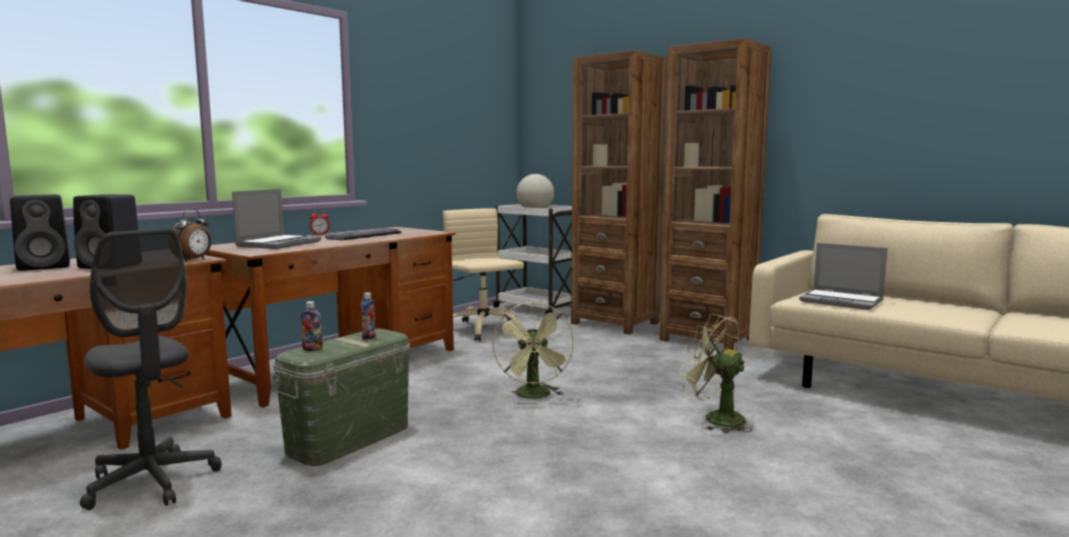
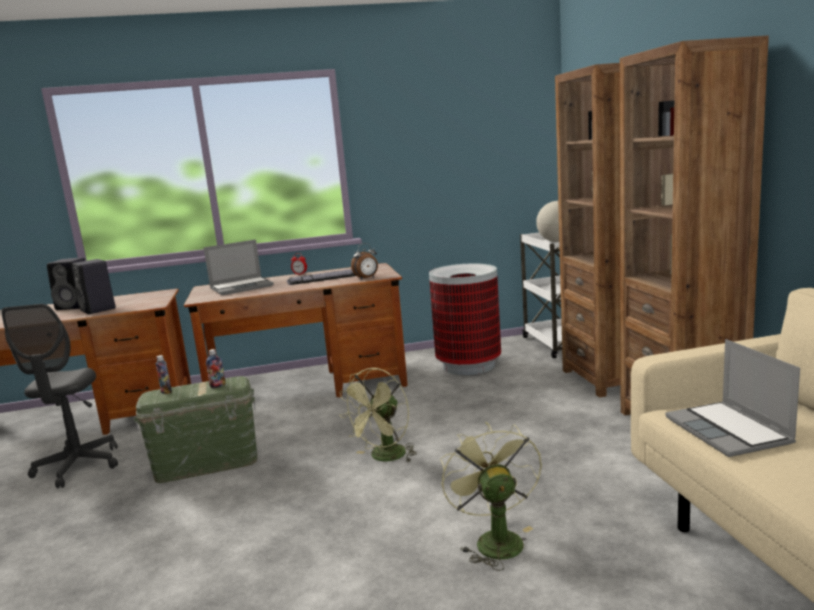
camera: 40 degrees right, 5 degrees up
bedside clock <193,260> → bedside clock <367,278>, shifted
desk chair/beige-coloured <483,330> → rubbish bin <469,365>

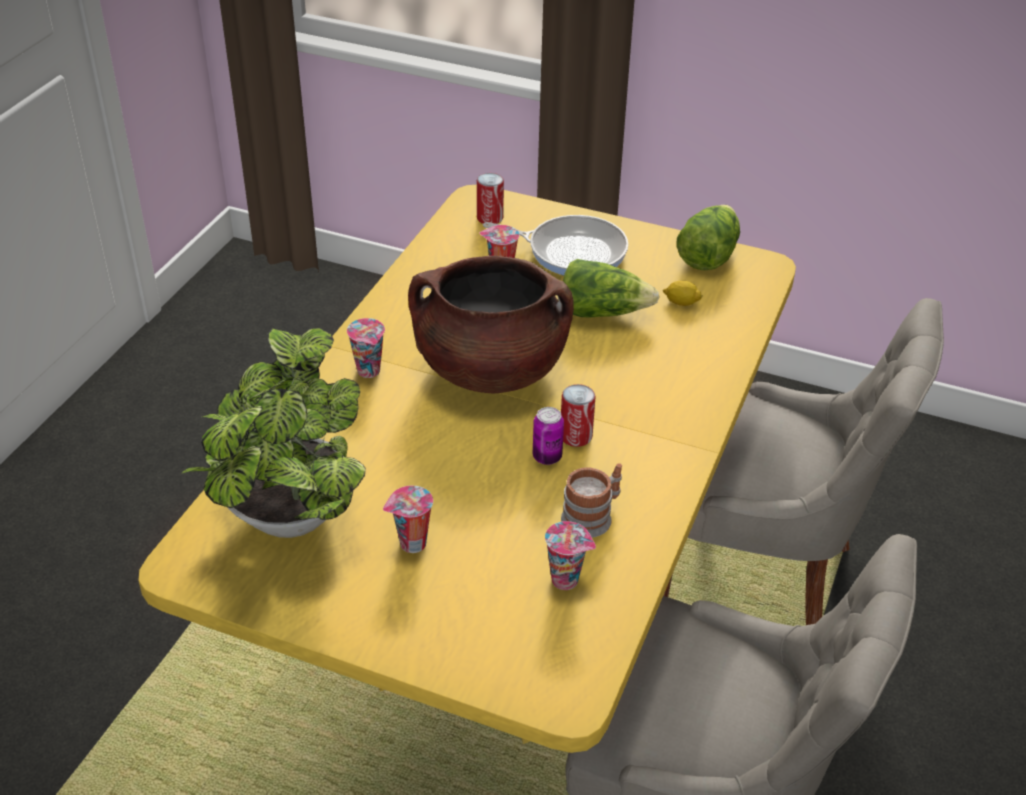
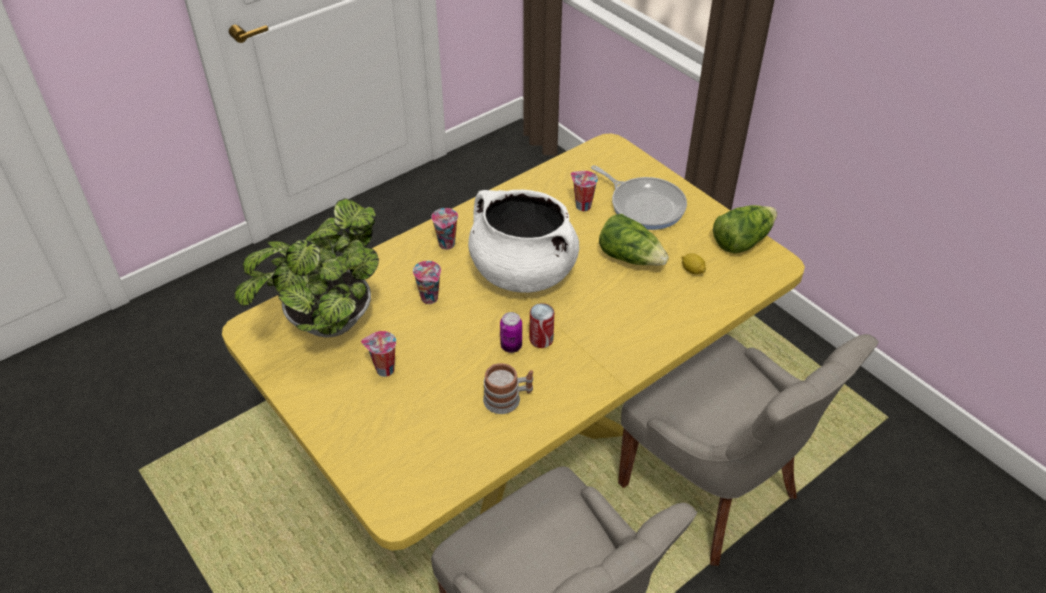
camera: 30 degrees right, 5 degrees up
stockpot/brown <490,370> → stockpot/whitish <522,272>
metal can <490,218> → -
drinking cup <567,580> → drinking cup <430,298>, shifted

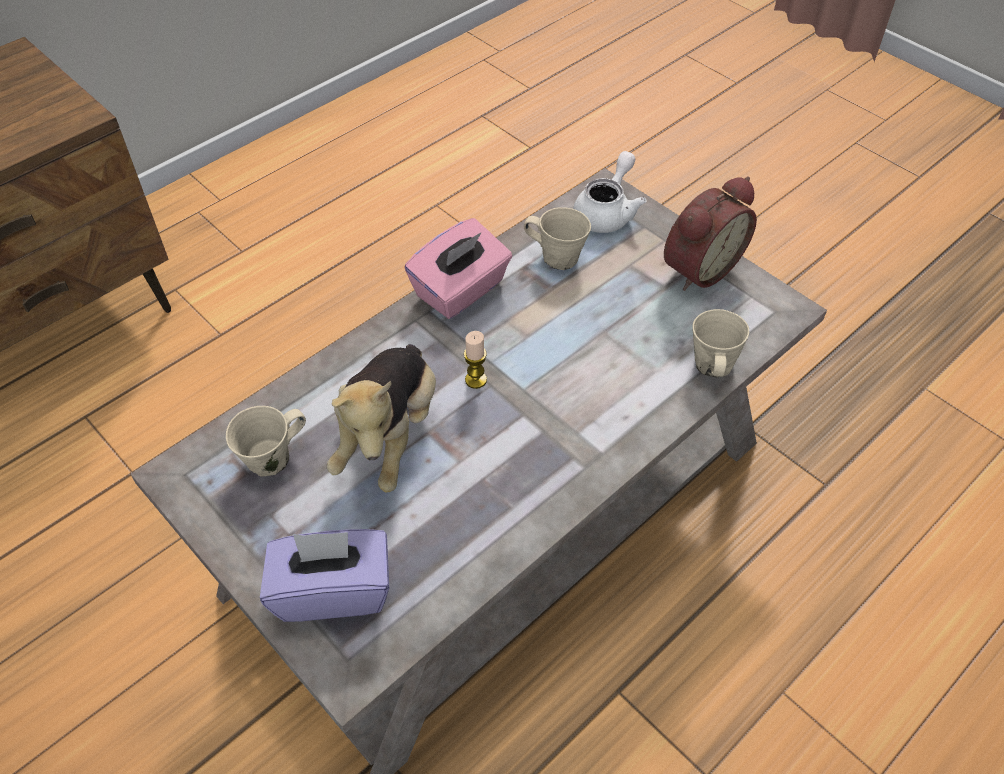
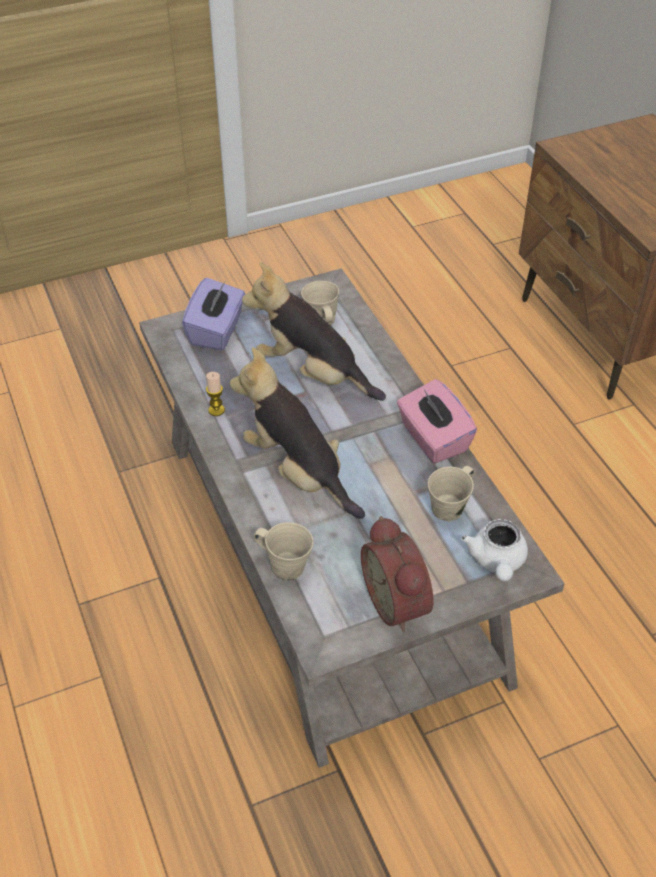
camera: 110 degrees right, 5 degrees down
wax light <476,380> → wax light <216,410>, shifted
teapot/whitish <607,212> → teapot/whitish <496,562>, 45 degrees clockwise
- → cuddly toy <298,472>

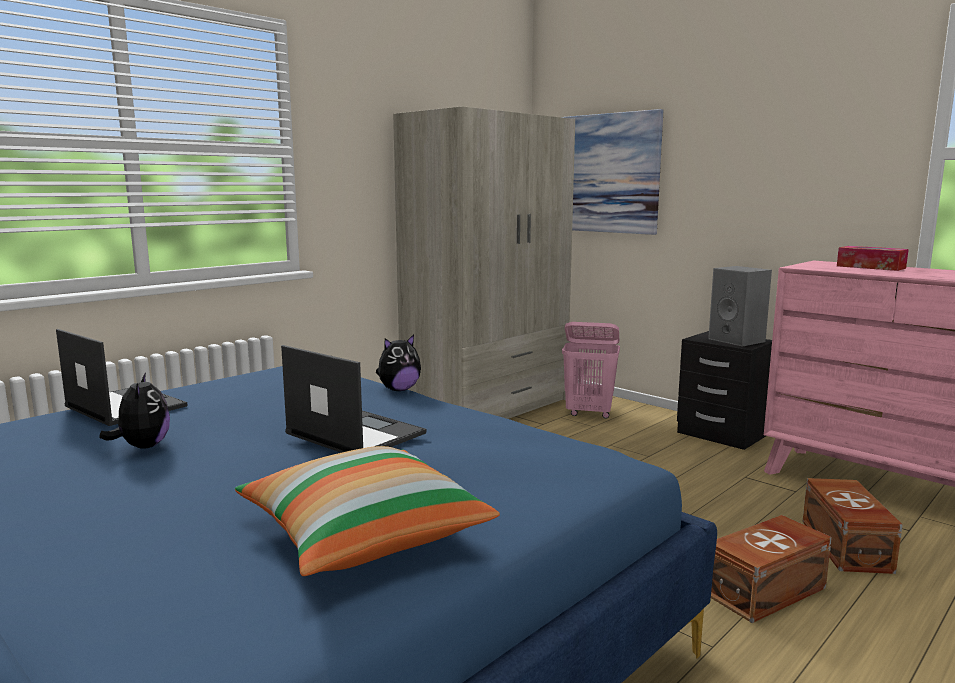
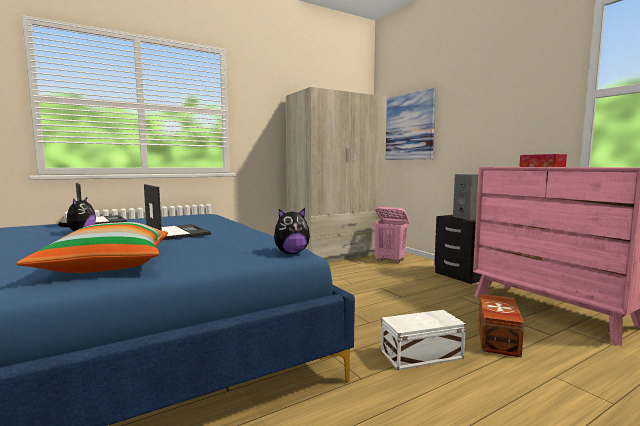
camera: 15 degrees right, 5 degrees down
cuddly toy <398,389> → cuddly toy <291,253>, shifted
storage box/brown <768,591> → storage box/whitish <423,355>

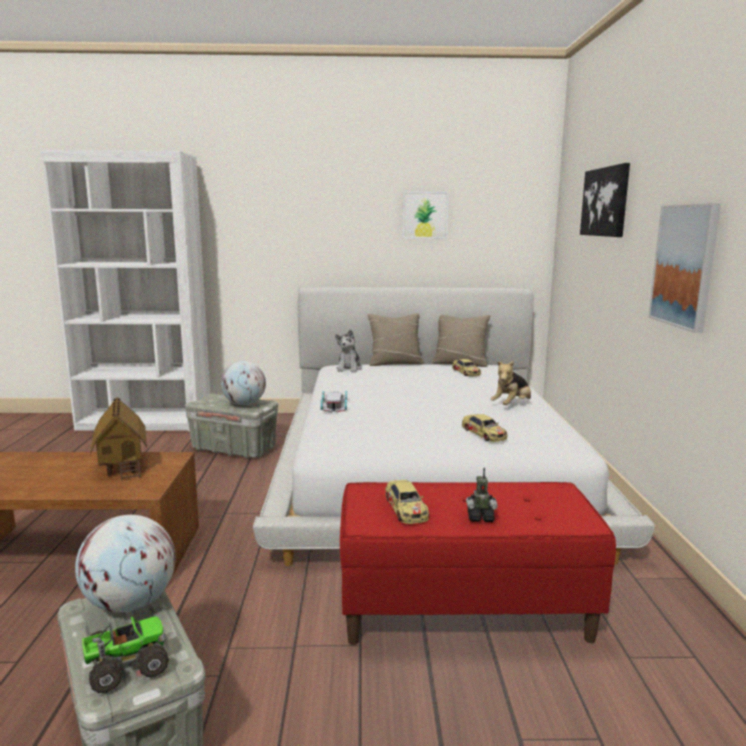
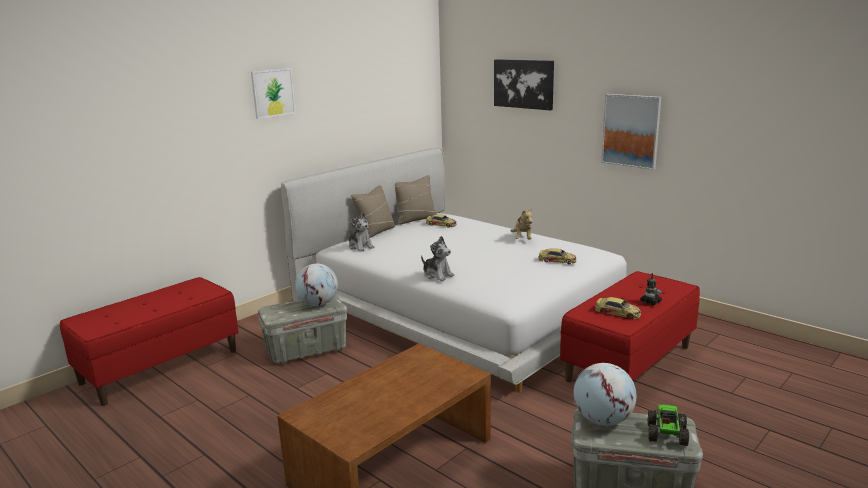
camera: 45 degrees left, 5 degrees up
bookshelf/whitish <146,422> → indoor bench/red-coloured <160,366>
model house <122,465> → -
model car/whitish <335,405> → cuddly toy <437,275>
wall picture <425,215> → wall picture <273,93>, shifted

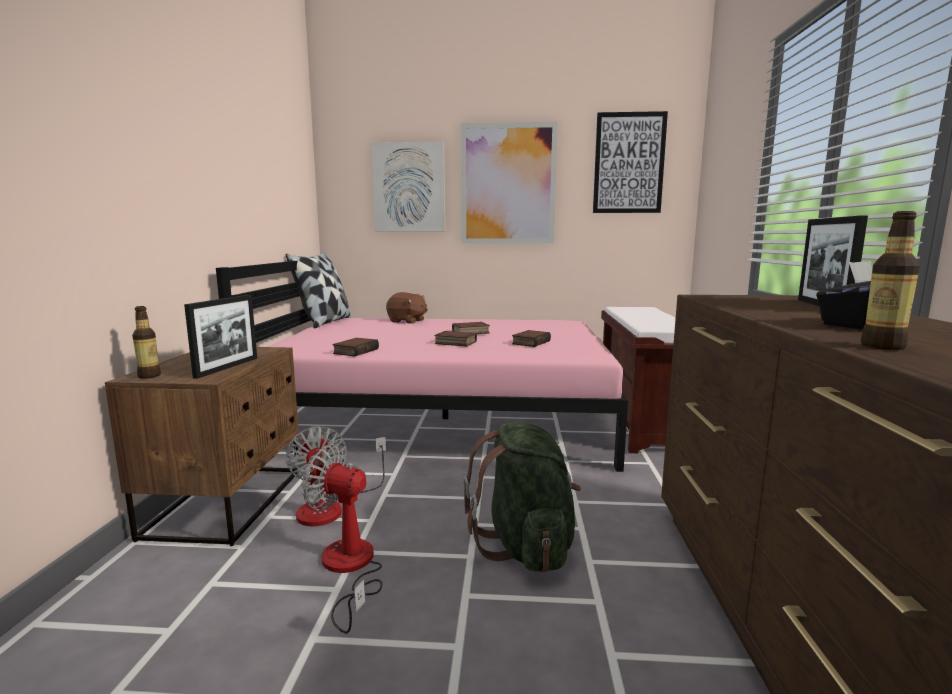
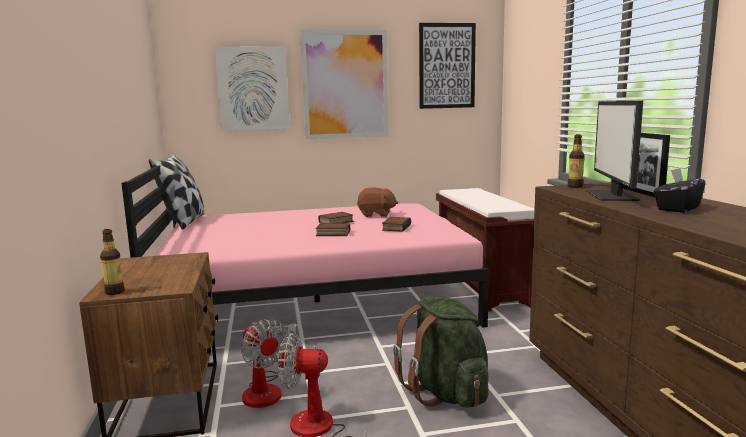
camera: 15 degrees left, 0 degrees up
picture frame <227,367> → -
book <355,351> → -
cuddly toy/brown <407,321> → cuddly toy/brown <376,215>, shifted
drink bottle <882,346> → drink bottle <575,187>, shifted
- → computer screen <613,195>

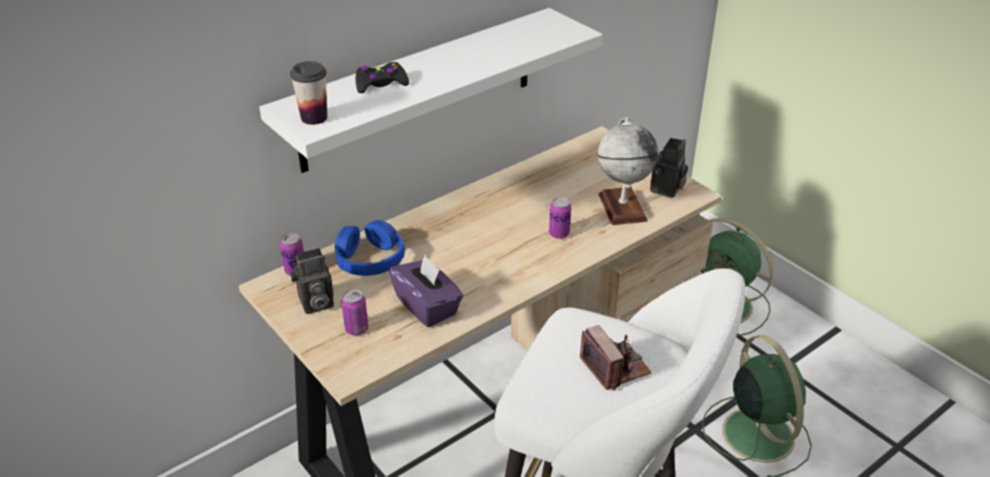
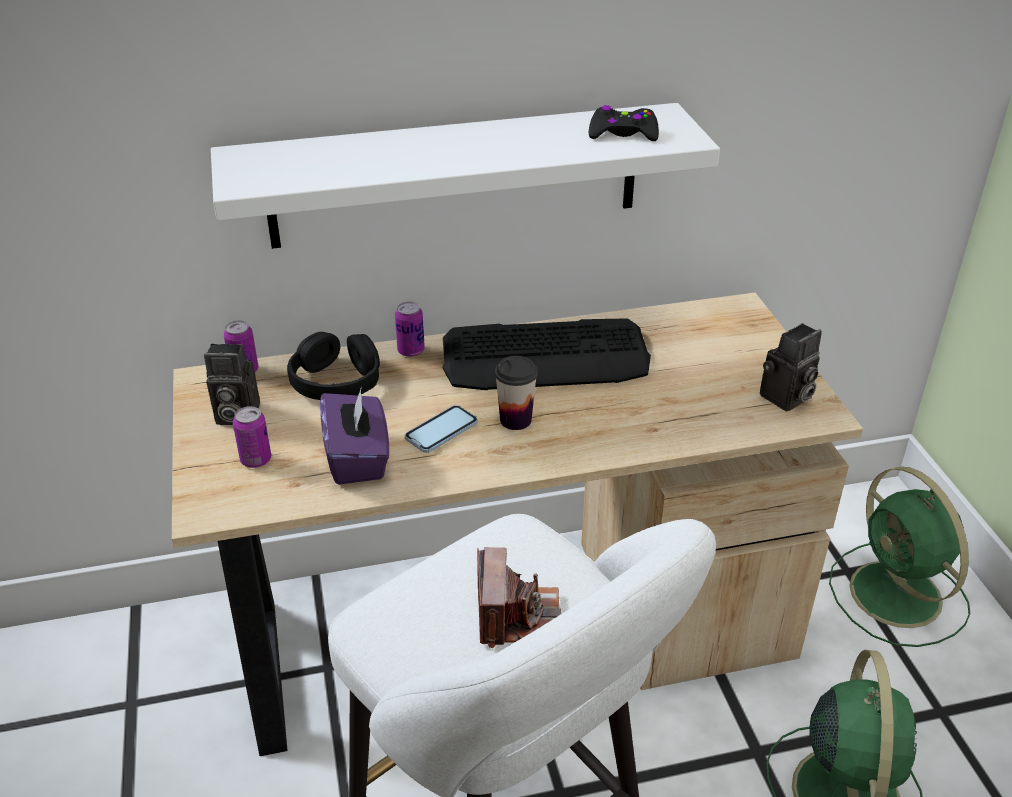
camera: 25 degrees right, 0 degrees up
drinking cup <314,118> → drinking cup <515,420>, shifted
headphones/blue <370,259> → headphones/blackish <336,381>
joypad/blackish <380,84> → joypad/blackish <623,133>, shifted
metal can <559,234> → metal can <411,351>, shifted
desk globe <622,207> → -
- → phone <441,431>
- → computer keyboard <546,357>

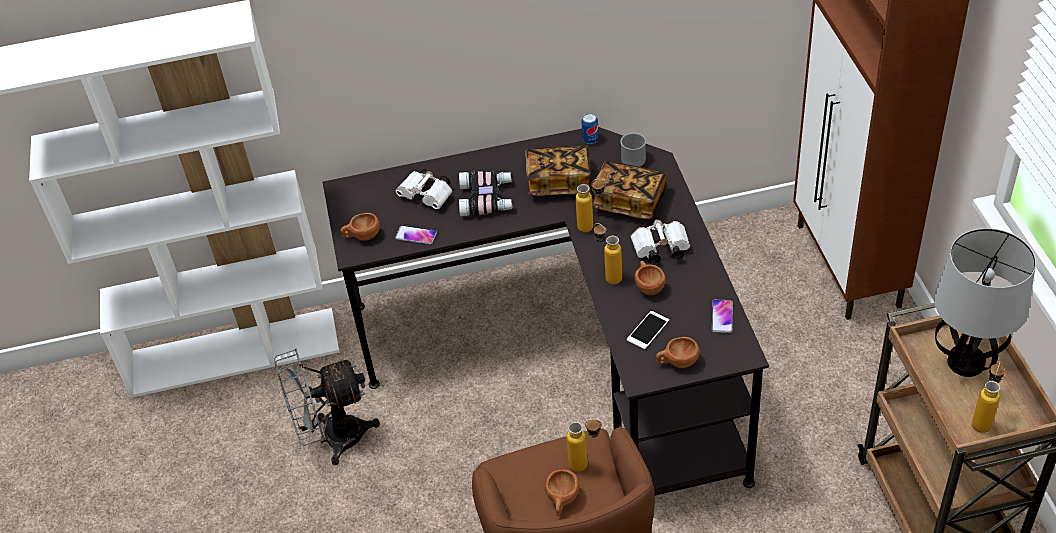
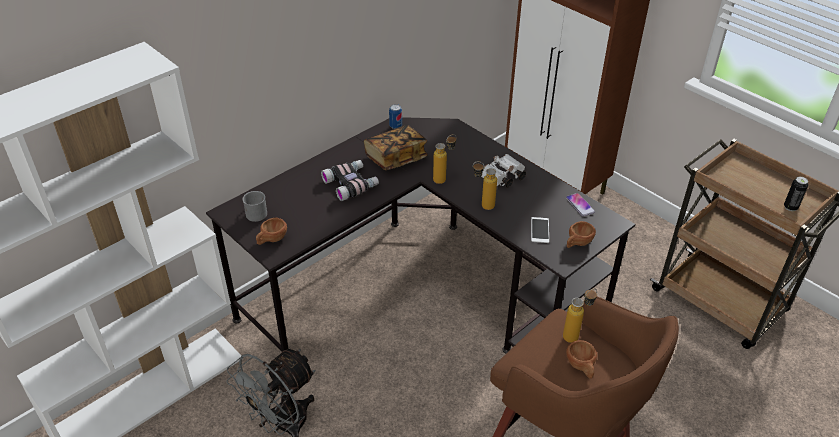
camera: 35 degrees left, 5 degrees down
phone <416,235> → -
binoculars/whitish <428,196> → -
book <629,201> → -
mug/gray <634,156> → mug/gray <255,212>, shifted
drinking cup/brown <648,286> → -
lamp for a table <964,362> → -
drink bottle <983,419> → metal can <790,207>

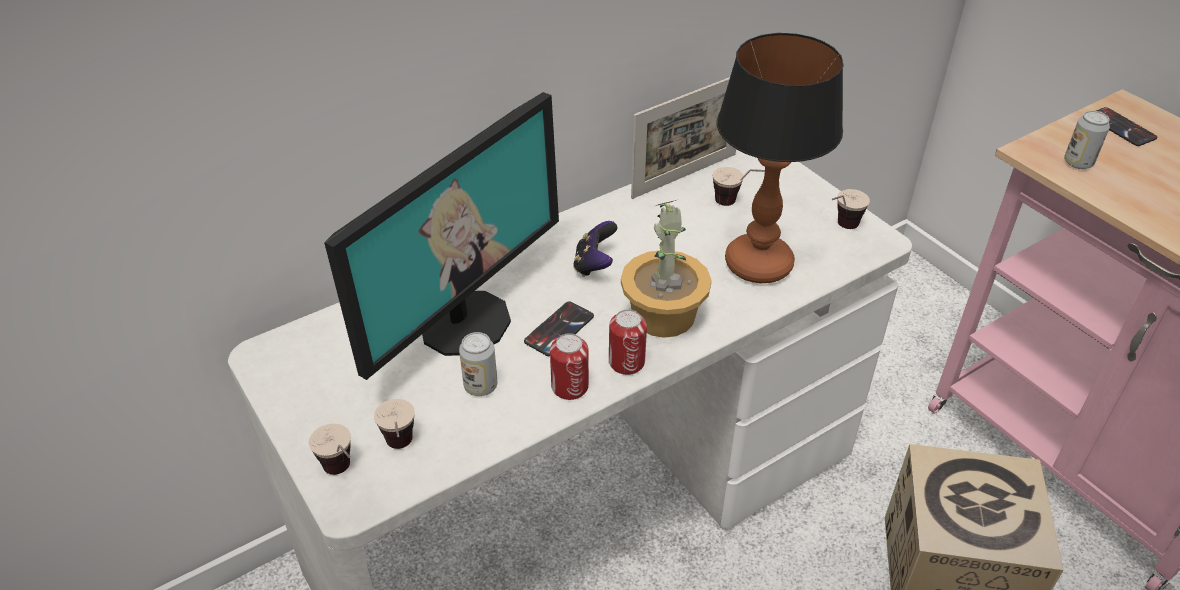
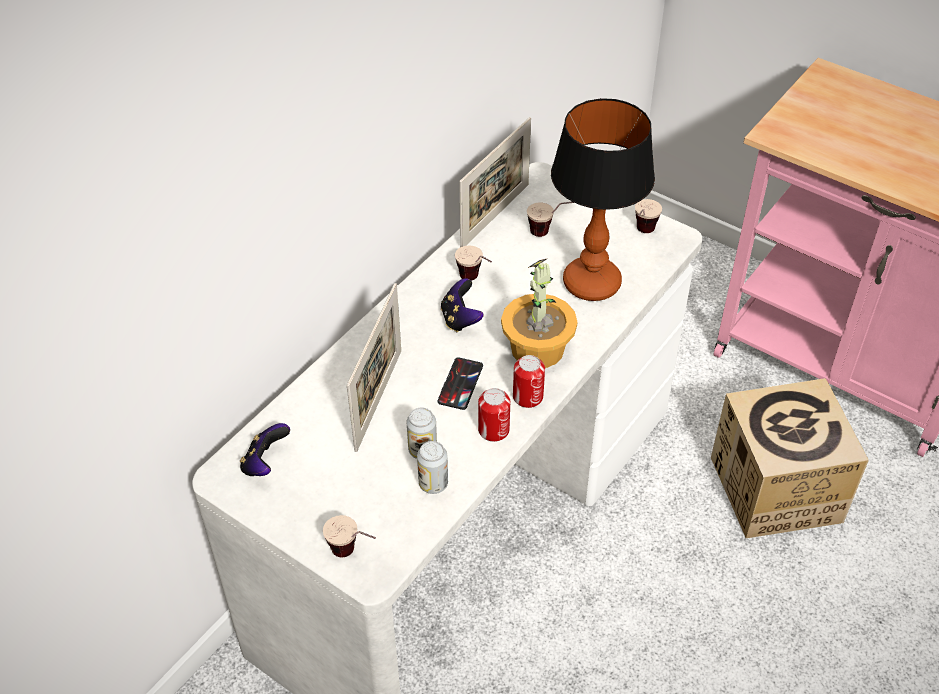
camera: 20 degrees left, 5 degrees up
computer screen <464,322> → picture frame <378,399>
drinking cup <401,451> → drinking cup <475,281>, shifted
metal can <1078,163> → metal can <433,484>, shifted
phone <1121,127> → -
- → joypad <265,463>

